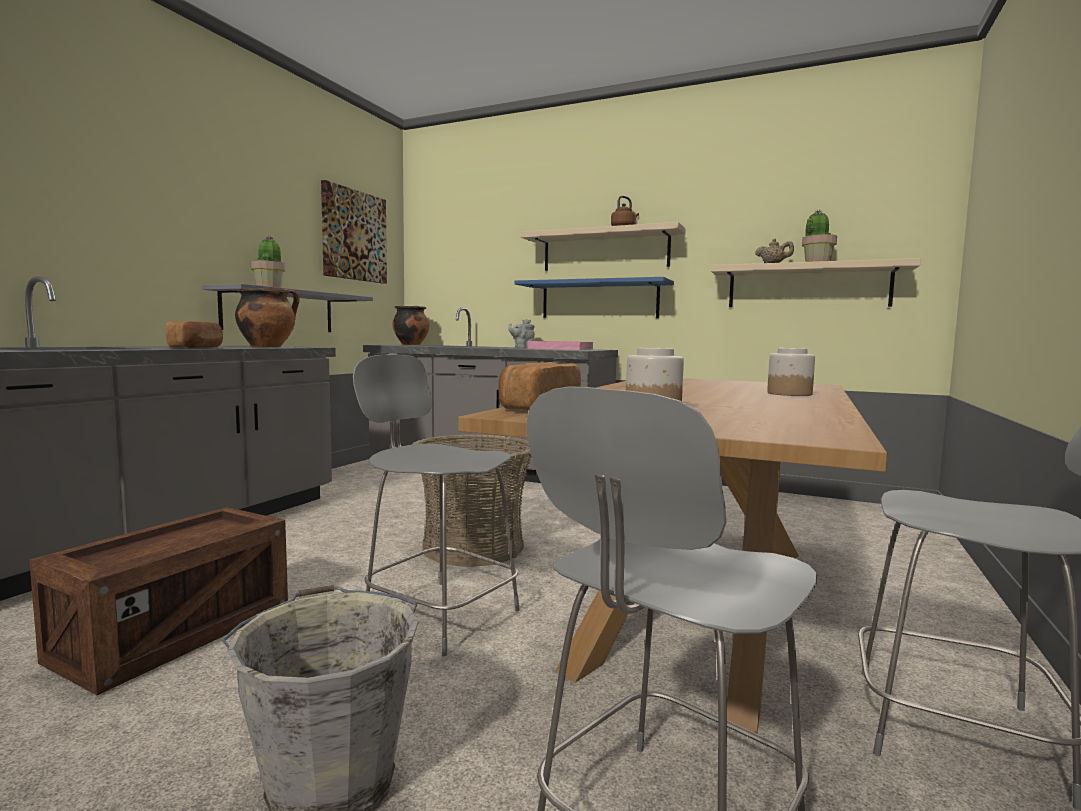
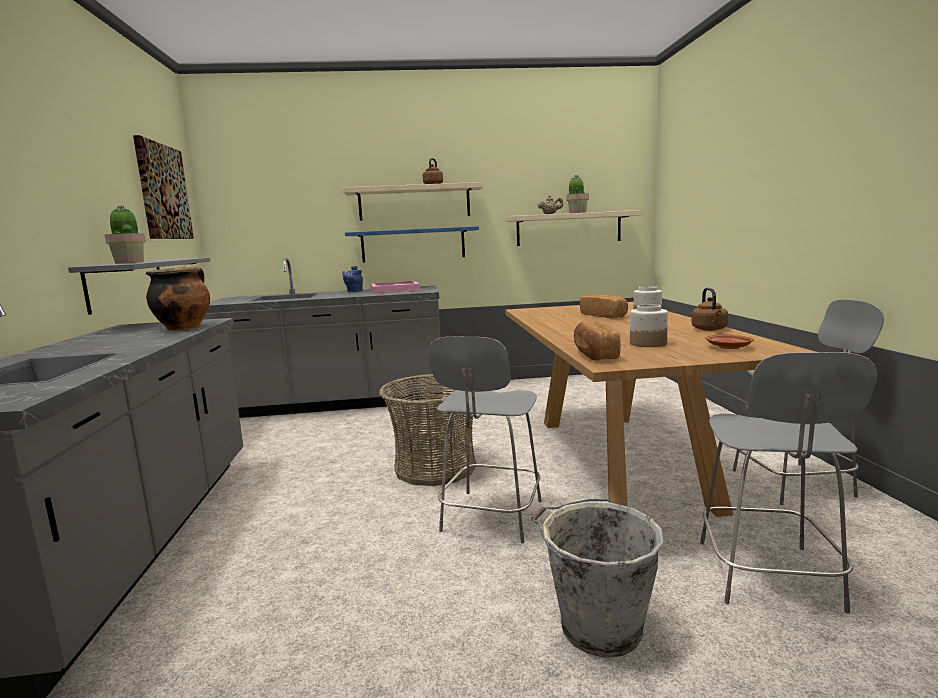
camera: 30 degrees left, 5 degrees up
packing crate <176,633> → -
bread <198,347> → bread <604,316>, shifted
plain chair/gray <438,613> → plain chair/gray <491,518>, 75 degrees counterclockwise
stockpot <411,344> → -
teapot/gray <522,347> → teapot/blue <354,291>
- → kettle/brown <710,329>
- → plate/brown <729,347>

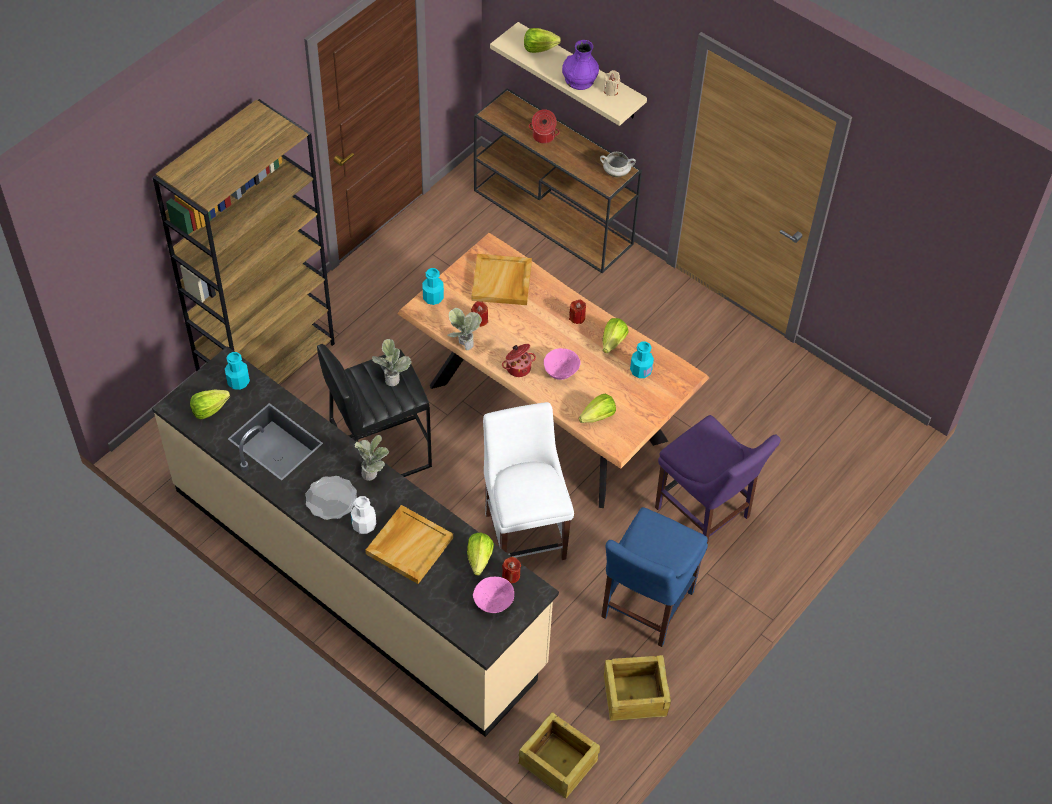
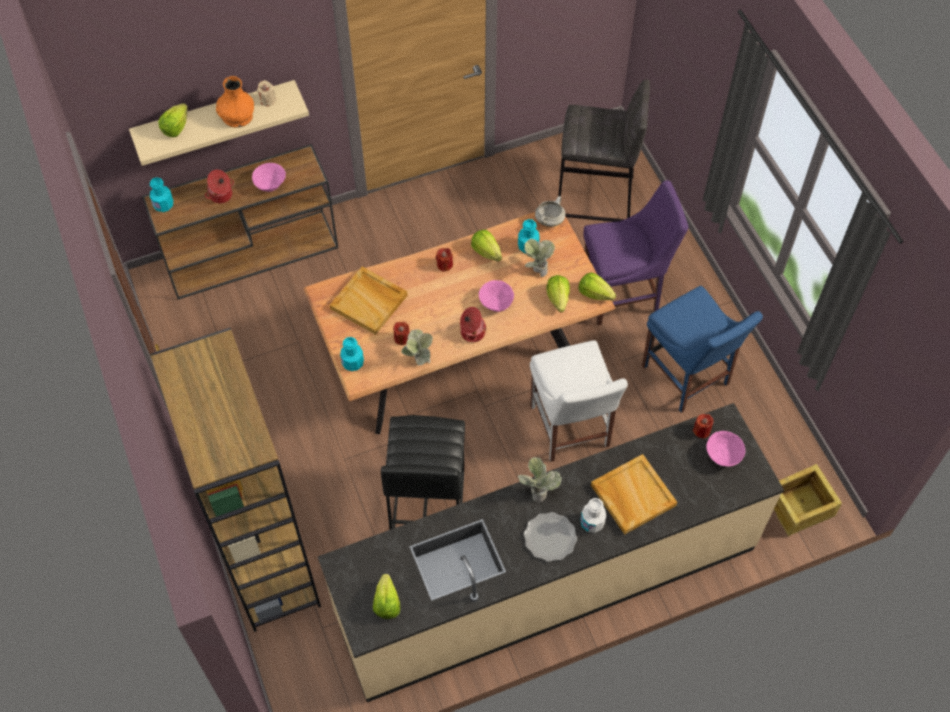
camera: 60 degrees left, 5 degrees up
drink bottle/turquoise <238,381> → drink bottle/turquoise <163,205>, shifted
houseplant <392,377> → houseplant <536,270>, shifted
head of lettuce <479,559> → head of lettuce <595,293>, shifted
plain chair/whitish <524,532> → plain chair/whitish <570,430>, 120 degrees counterclockwise
decorative vase/purplish <579,79> → decorative vase/orange <237,116>
stockpot/whitish <616,172> → stockpot/whitish <549,220>, shifted
packing crate <634,694> → -
- → bowl/pinkish <271,185>
- → stool seat/gray <595,197>

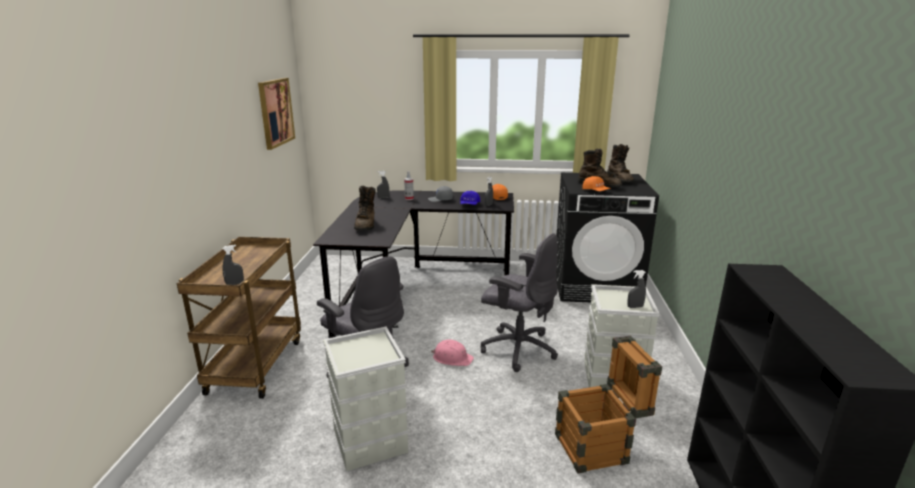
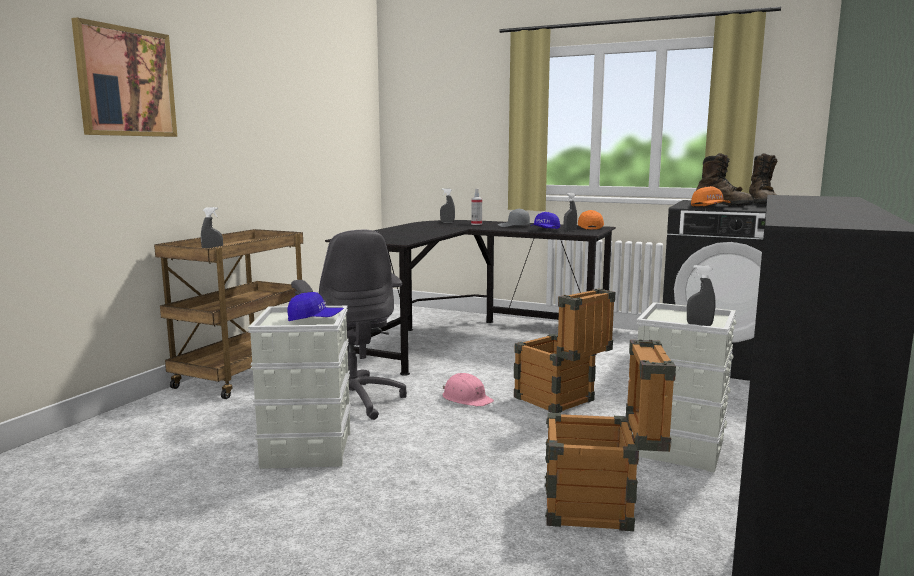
camera: 20 degrees right, 10 degrees down
wall picture <275,112> → wall picture <126,82>, shifted
high-top boot/brown <366,225> → -
desk chair/gray <518,348> → packing crate <560,402>
- → peaked cap/blue <315,320>

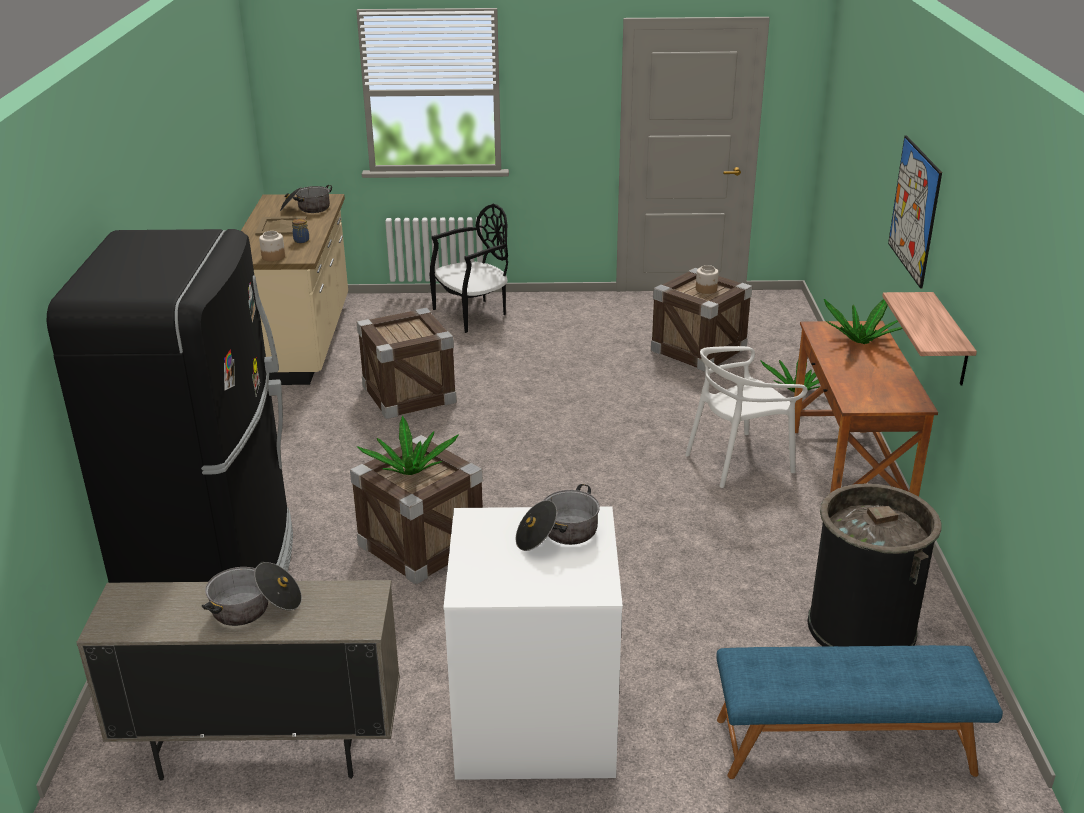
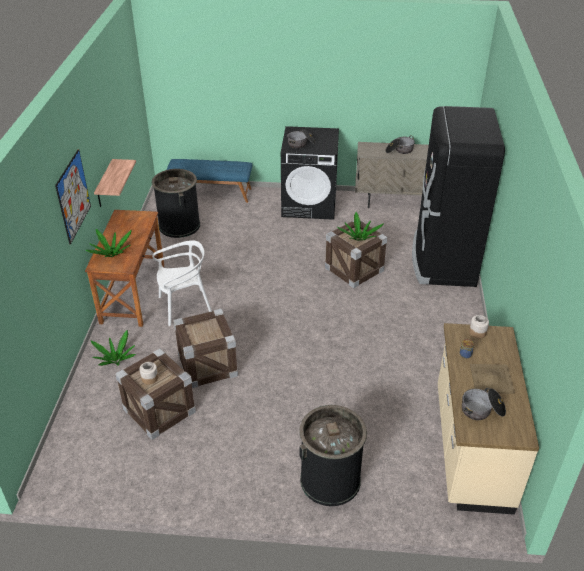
camera: 175 degrees left, 10 degrees up
packing crate <409,394> → packing crate <207,365>, shifted
plain chair/blackish <473,314> → rubbish bin/blackish <330,480>
laundry appliance/whitish <534,723> → laundry appliance/blackish <309,204>

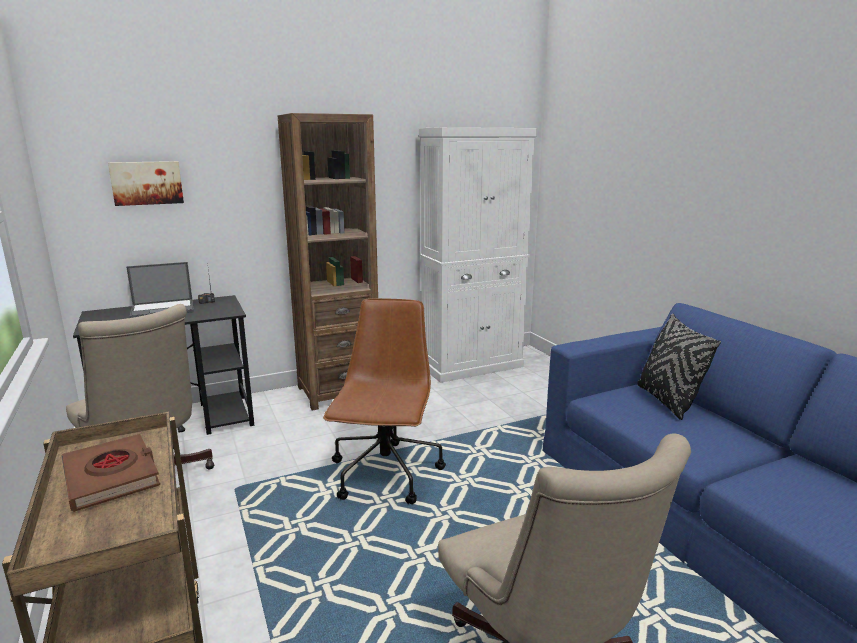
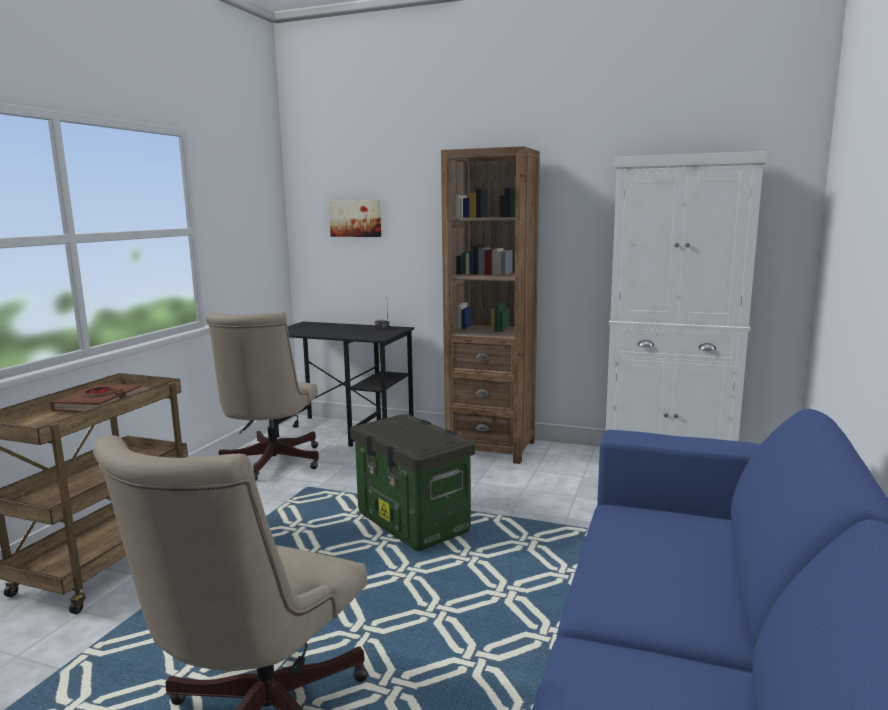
camera: 45 degrees right, 5 degrees down
portable computer <164,309> → -
desk chair/brown <385,475> → storage box <414,523>
pillow/blackish <667,401> → -

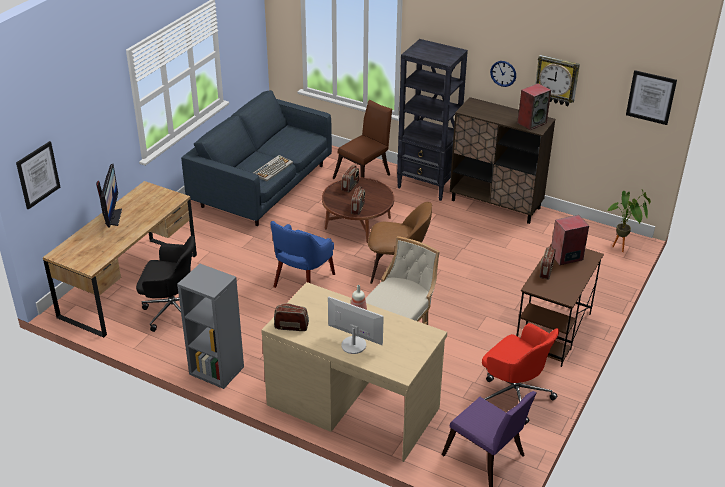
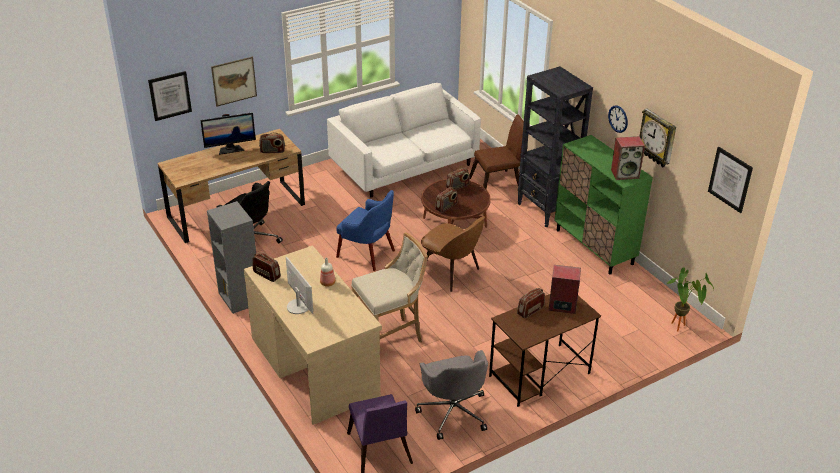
camera: 30 degrees right, 0 degrees up
computer screen <112,217> → computer screen <230,149>, 45 degrees clockwise
sofa/blue <263,187> → sofa/whitish <404,167>
computer keyboard <272,168> → -
easy chair/blue <303,281> → easy chair/blue <367,254>, 120 degrees counterclockwise
cupboard/brown <496,204> → cupboard/green-coloured <594,247>
desk chair/red-coloured <514,394> → desk chair/gray <453,412>
- → wall picture <234,81>
- → radio <272,151>

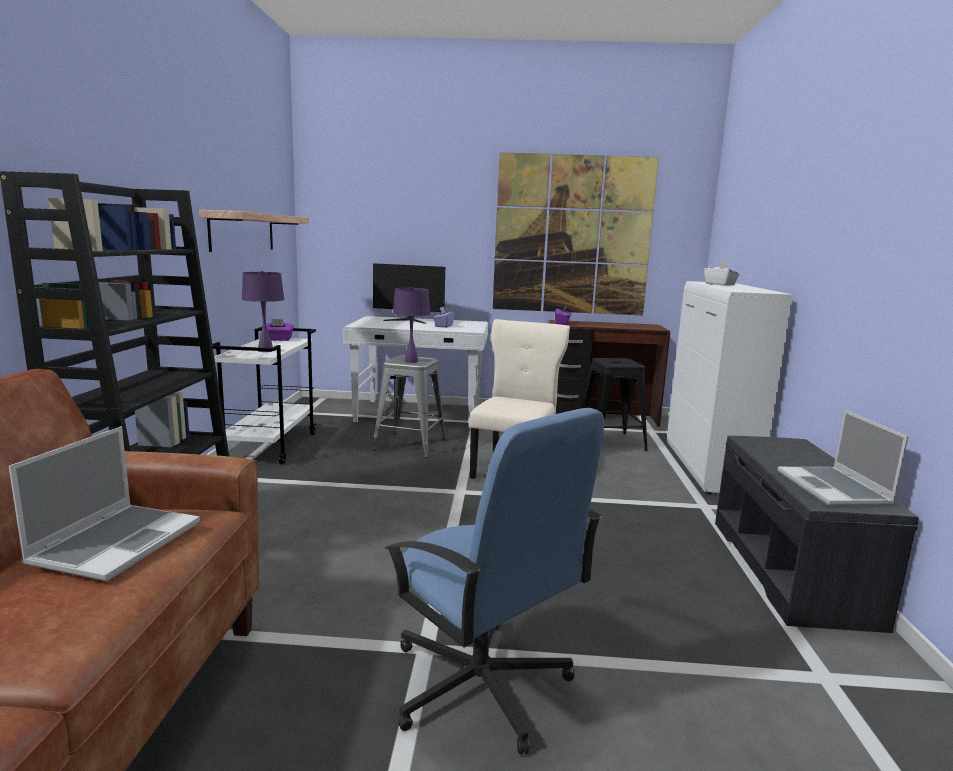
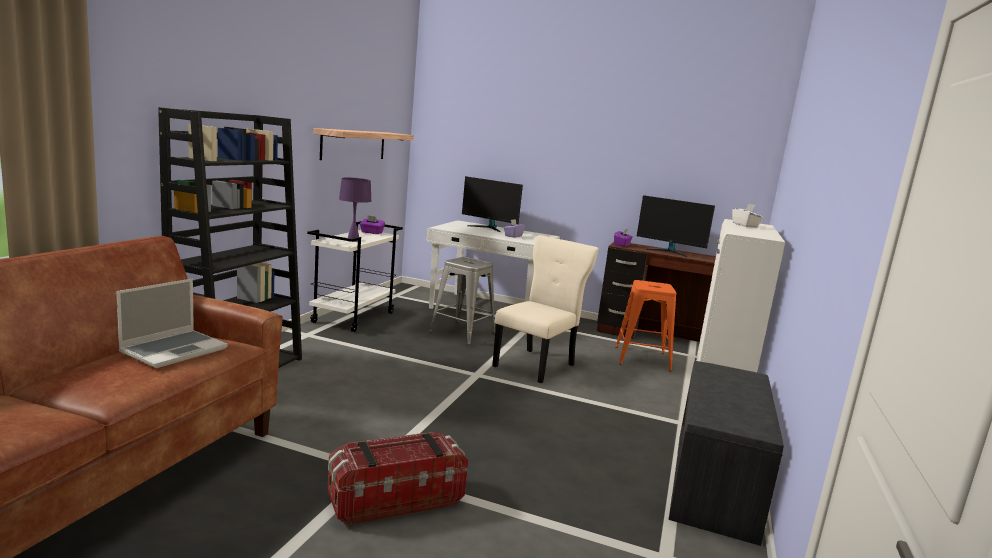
camera: 15 degrees right, 0 degrees up
desk chair/blue <480,685> → storage box <395,499>
lamp for a table/purplish <411,361> → -
wall picture <572,235> → -
stool seat/blackish <610,442> → stool seat/orange <642,358>
portable computer <834,489> → -
- → computer screen <669,251>

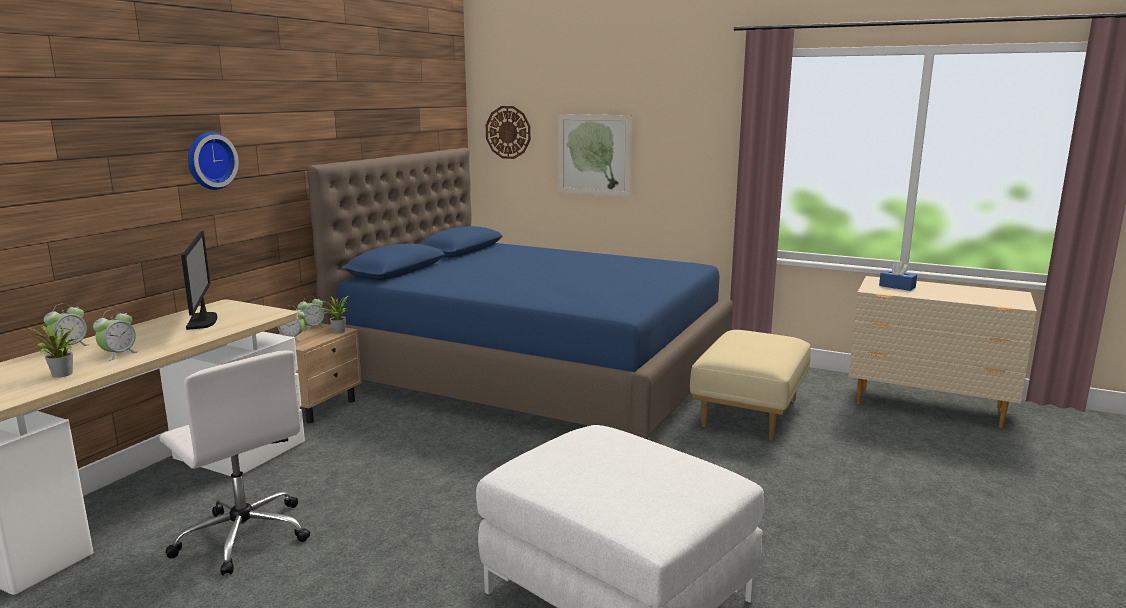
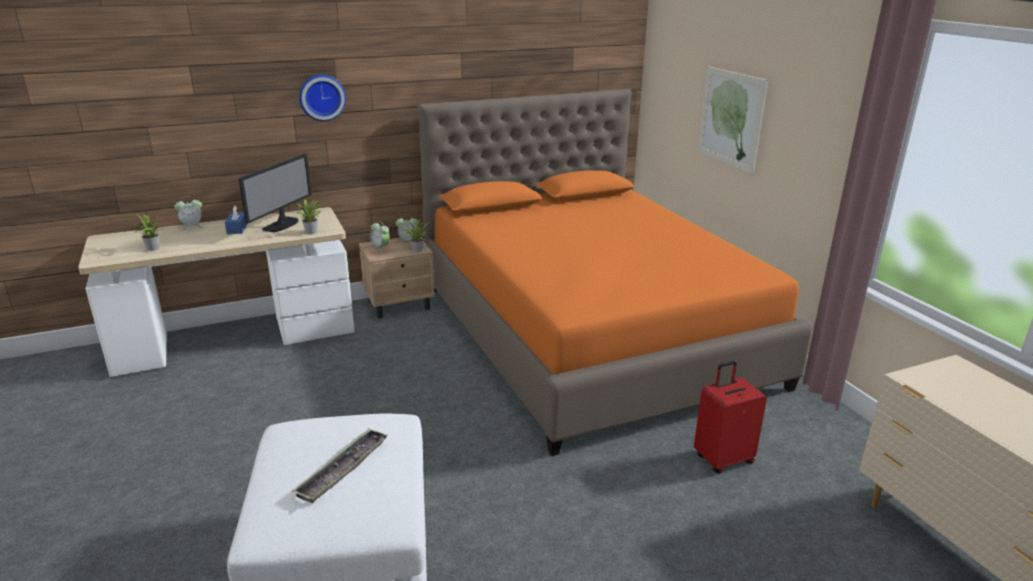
camera: 40 degrees right, 10 degrees up
bedside clock <118,354> → -
desk chair/whitish <243,535> → -
bed/blue <535,374> → bed/orange <590,334>
hanging clock <508,132> → -
pouffe/beige-coloured <748,413> → piece of luggage/red-coloured <722,458>
box of tissues/blue <897,286> → box of tissues/blue <237,228>, shifted
- → tray <343,469>
- → houseplant <312,232>

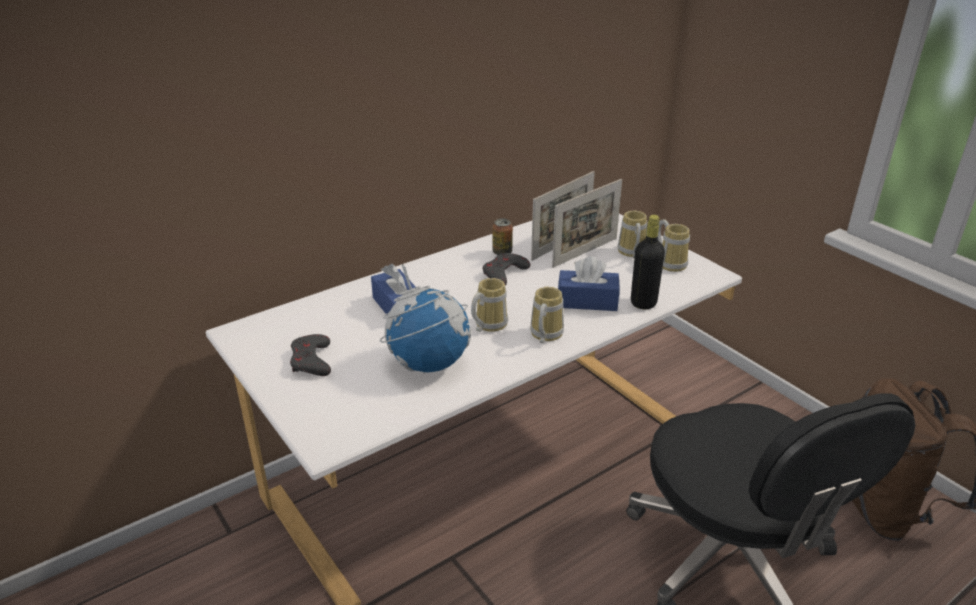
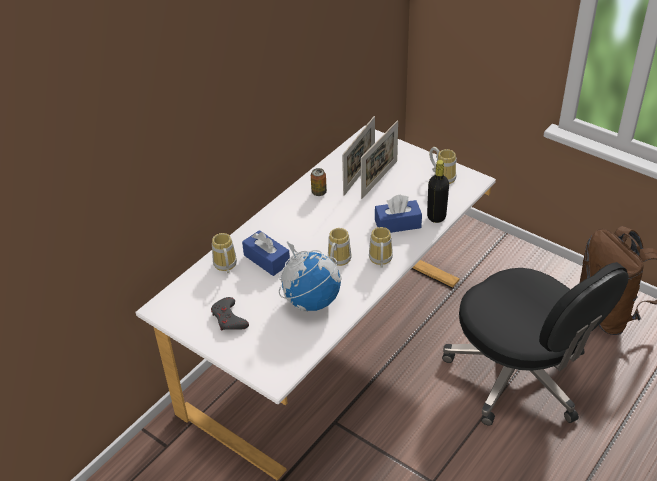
camera: 15 degrees left, 10 degrees up
joypad/gray <504,273> → -
mug <630,253> → mug <224,266>, shifted

